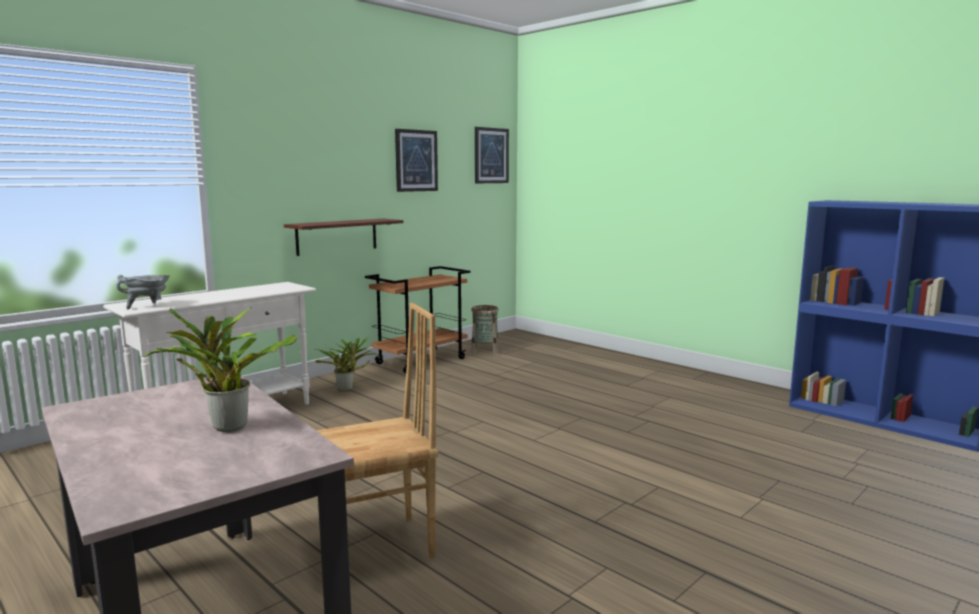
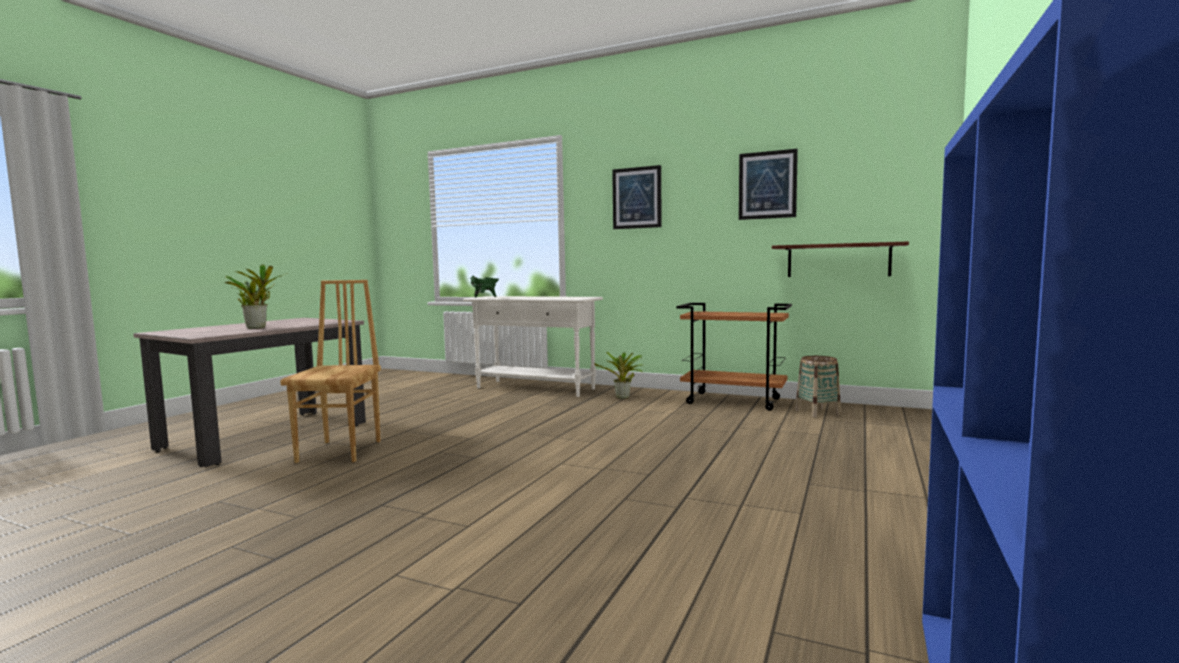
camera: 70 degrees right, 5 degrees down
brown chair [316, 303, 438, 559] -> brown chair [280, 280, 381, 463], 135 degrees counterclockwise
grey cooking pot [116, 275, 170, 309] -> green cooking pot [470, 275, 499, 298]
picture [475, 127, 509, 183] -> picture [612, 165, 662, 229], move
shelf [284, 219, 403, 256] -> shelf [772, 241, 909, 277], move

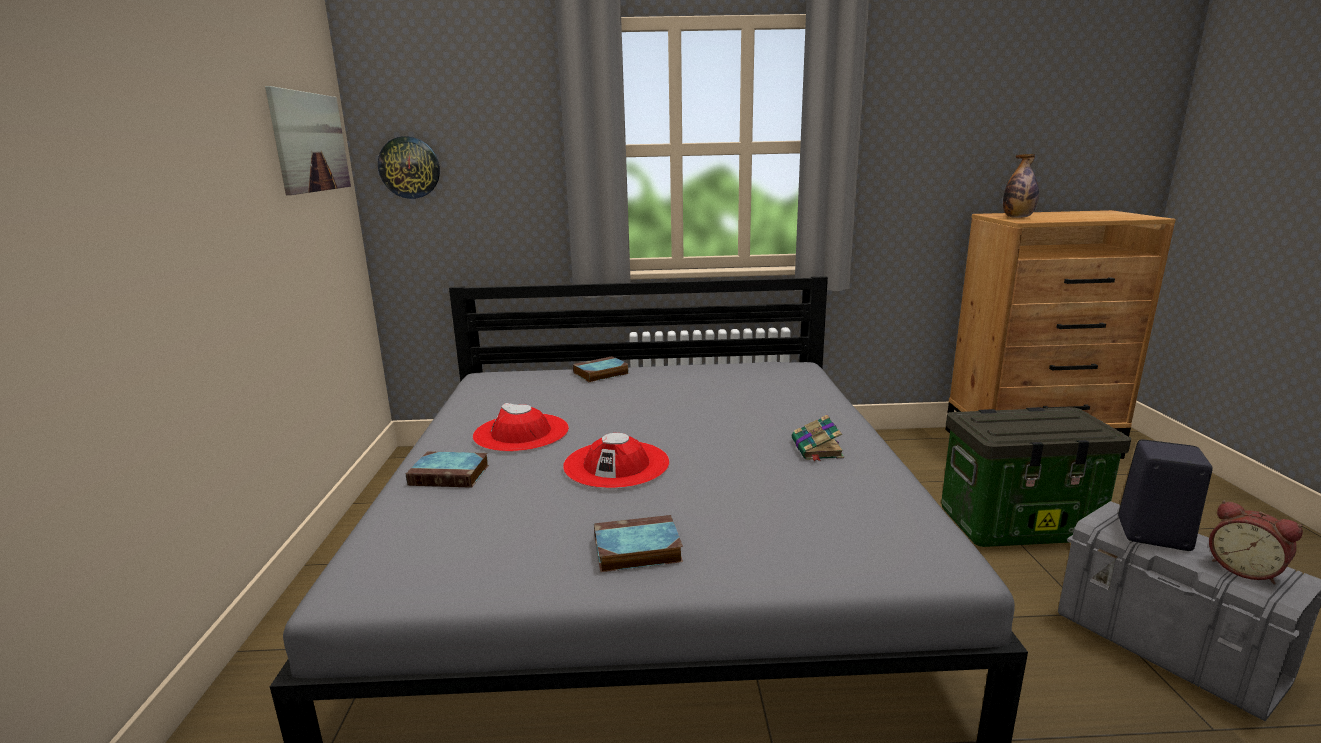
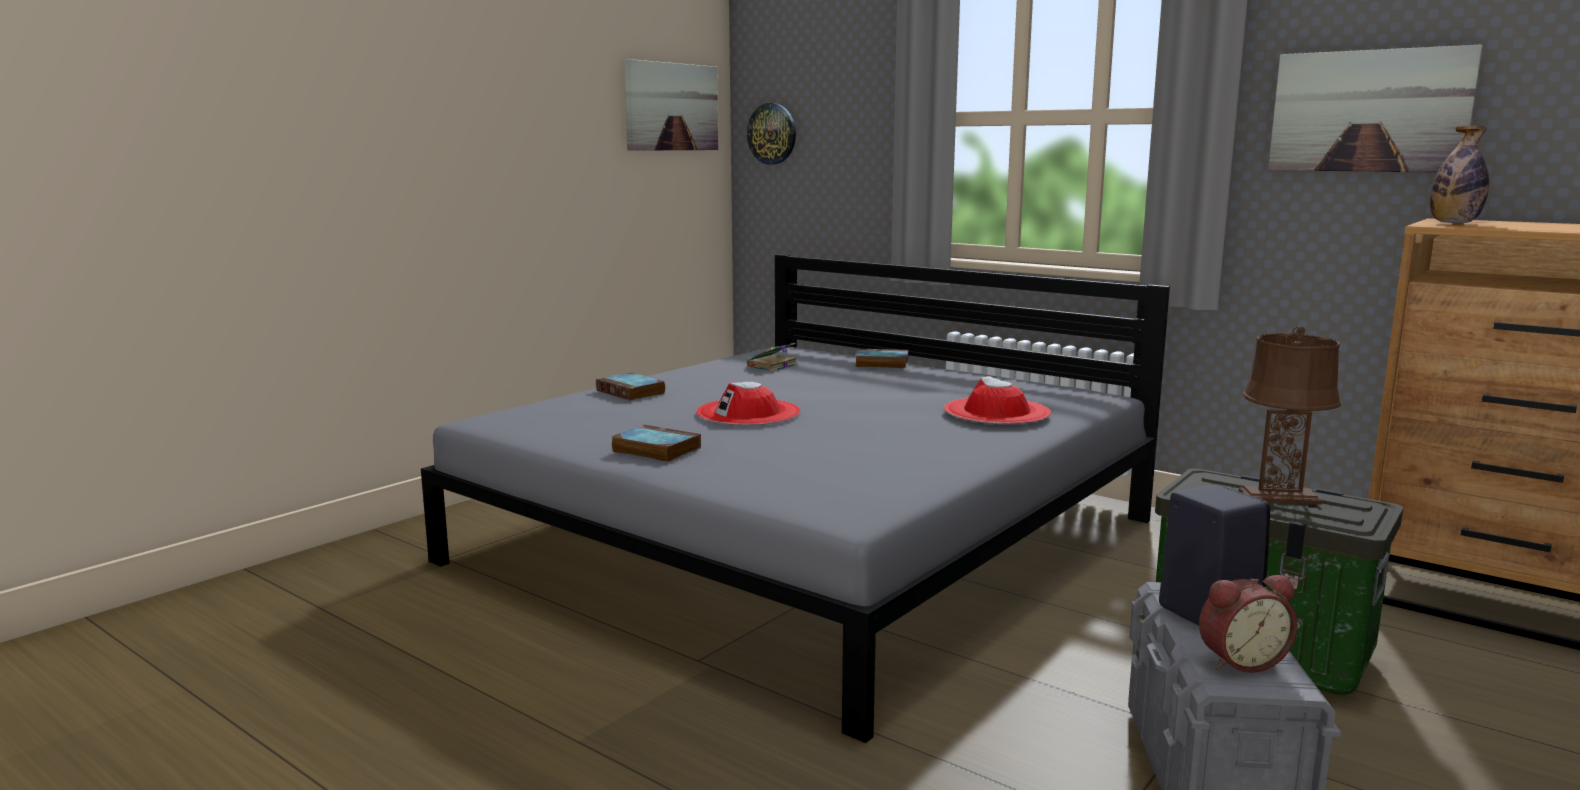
camera: 40 degrees right, 5 degrees down
book [792, 415, 844, 461] -> book [747, 343, 798, 372], move
red hat [473, 403, 569, 452] -> red hat [944, 376, 1051, 424], move
alarm clock [1209, 501, 1303, 584] -> alarm clock [1199, 575, 1298, 673], 105 degrees counterclockwise
none -> brown table lamp [1239, 327, 1341, 504]
none -> picture [1268, 44, 1483, 173]

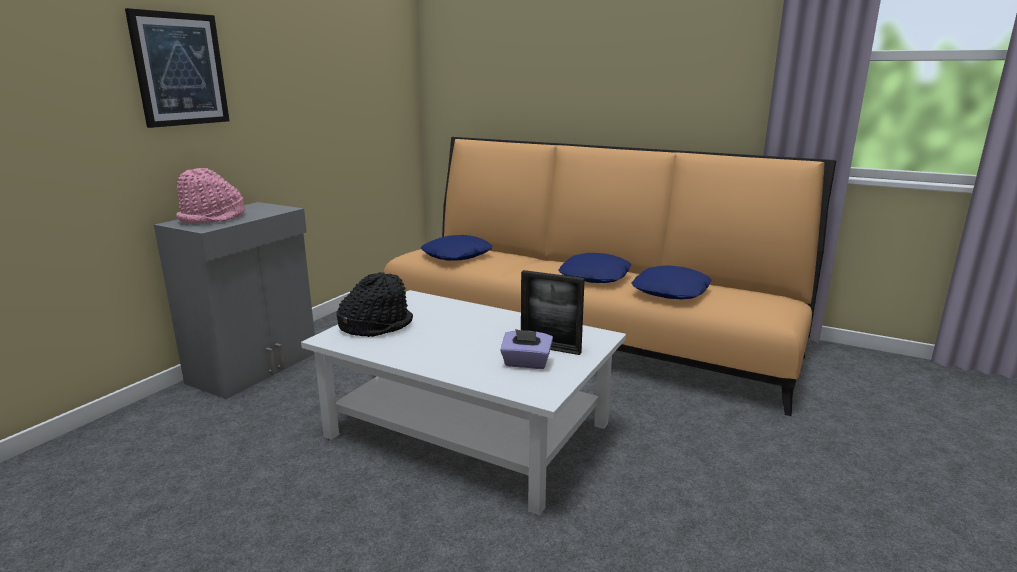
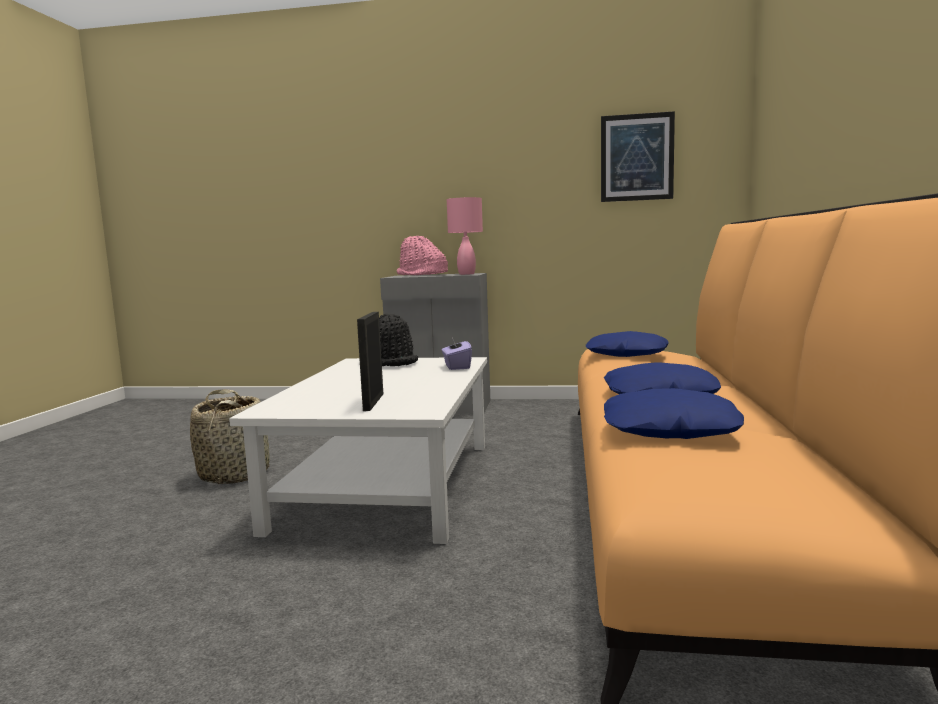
camera: 70 degrees right, 10 degrees down
none -> basket [190, 389, 270, 484]
purple tissue box [500, 329, 553, 369] -> purple tissue box [442, 337, 472, 370], move
none -> pink table lamp [447, 197, 483, 275]
picture [125, 8, 229, 128] -> picture [601, 111, 675, 202], move

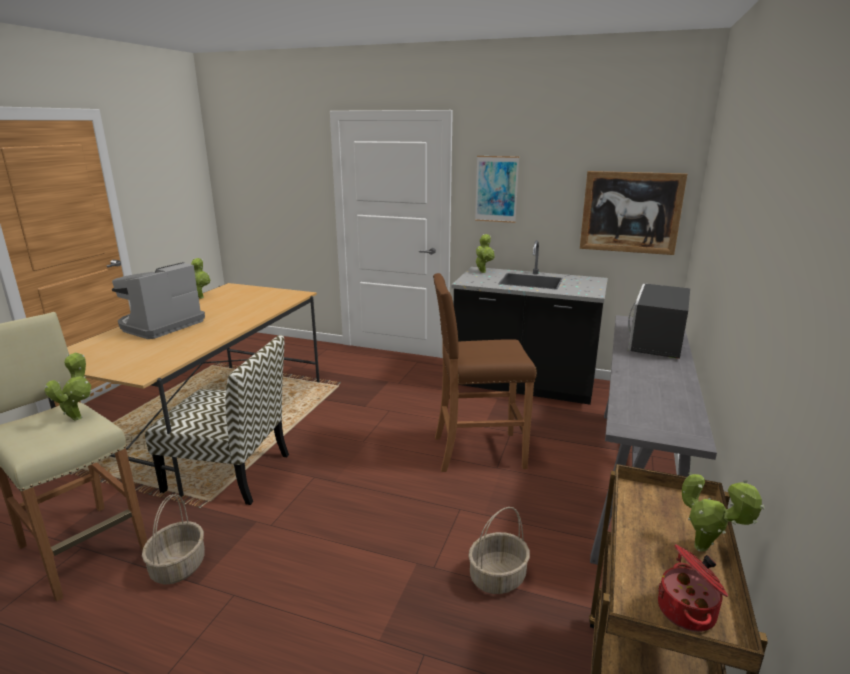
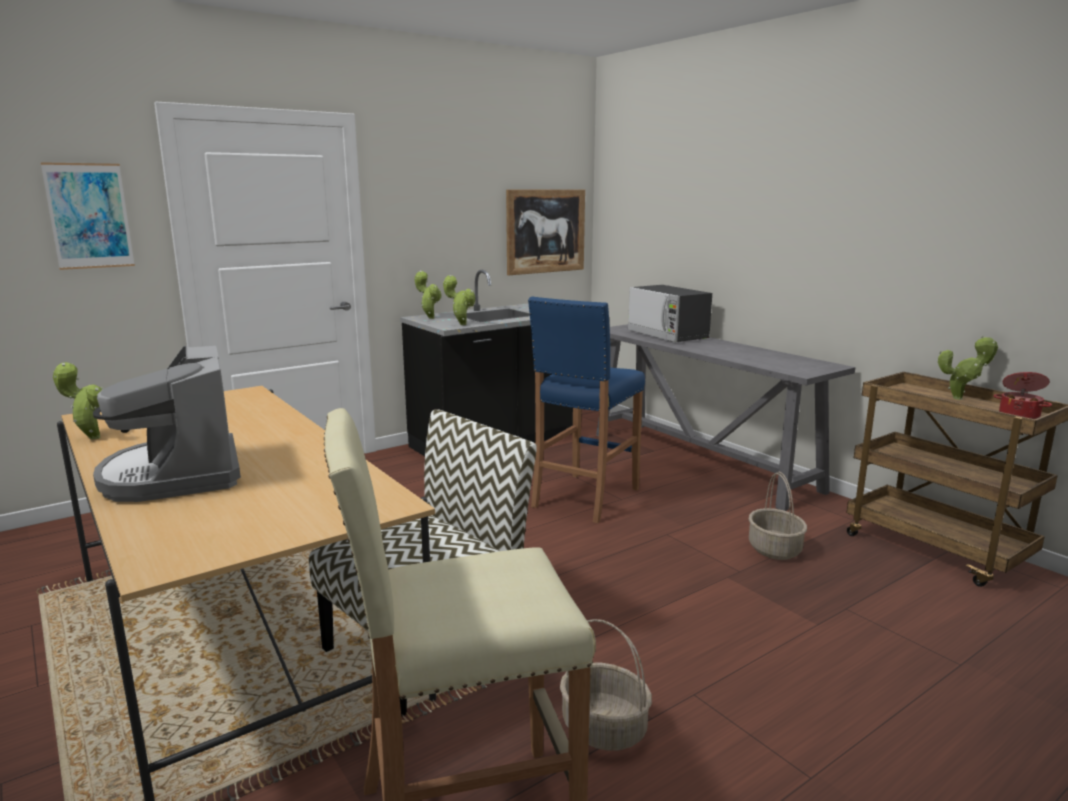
camera: 55 degrees left, 5 degrees down
picture [475, 156, 519, 223] -> picture [41, 162, 135, 270], move
potted plant [45, 352, 92, 420] -> potted plant [443, 275, 475, 325], move
brown stool [433, 273, 537, 472] -> blue stool [528, 297, 645, 523]

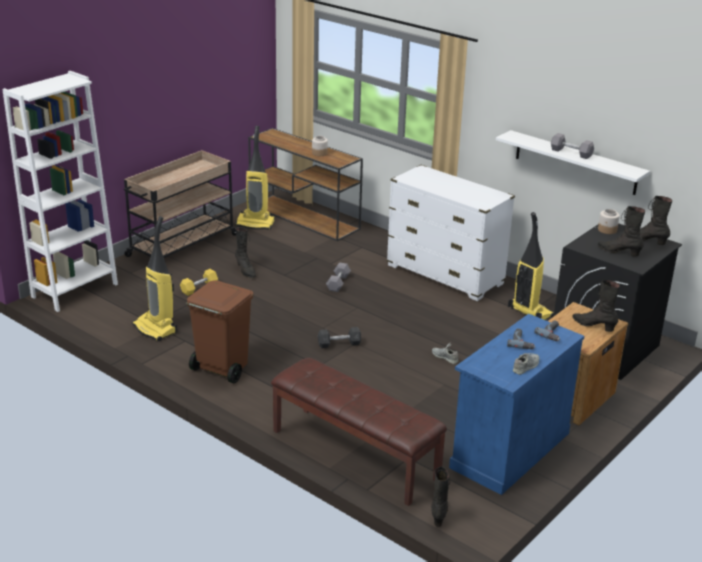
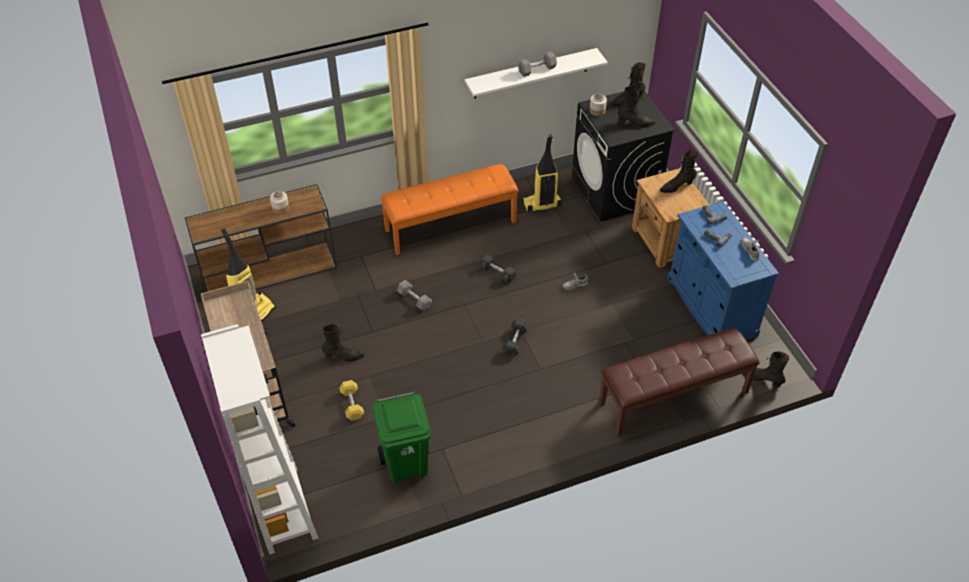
camera: 60 degrees left, 20 degrees up
vacuum cleaner [133, 216, 177, 341] -> green trash can [373, 392, 431, 483]
white dresser [387, 165, 515, 301] -> orange bench [381, 164, 518, 255]
none -> grey dumbbell [480, 254, 516, 283]
black boot [598, 206, 645, 257] -> black boot [618, 85, 656, 128], 150 degrees counterclockwise
brown trash can [186, 280, 254, 383] -> none

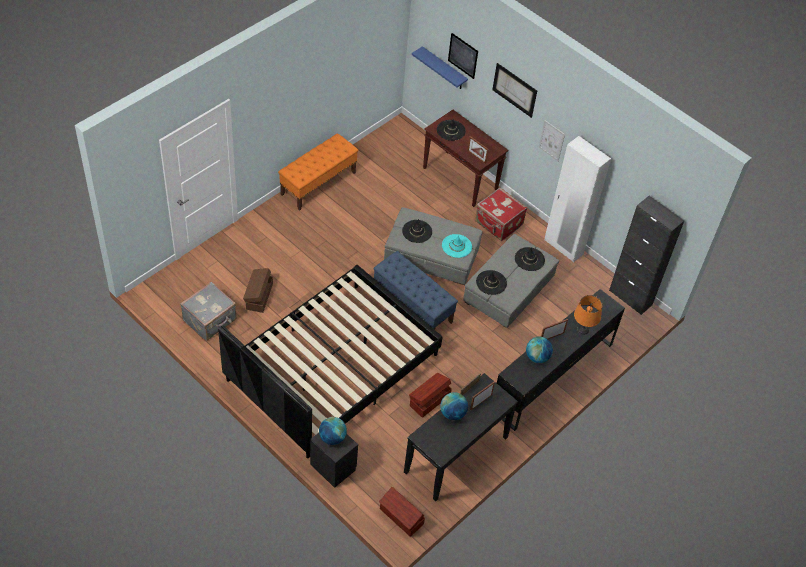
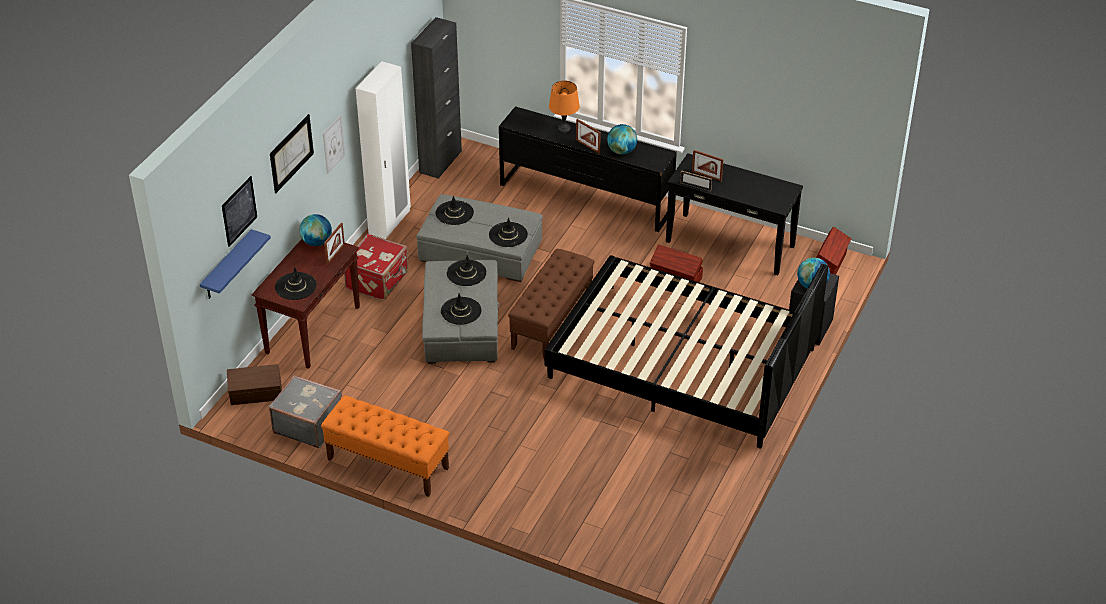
camera: 105 degrees left, 10 degrees down
brown storage box [243, 268, 273, 313] -> brown storage box [227, 364, 282, 405], move
grey suitcase [180, 282, 237, 341] -> grey suitcase [269, 375, 342, 448], move
globe [440, 392, 468, 420] -> globe [299, 214, 332, 246], move
turquoise hat [442, 234, 472, 258] -> black hat [447, 255, 487, 286]
blue bench [373, 251, 458, 330] -> brown bench [508, 249, 595, 360]

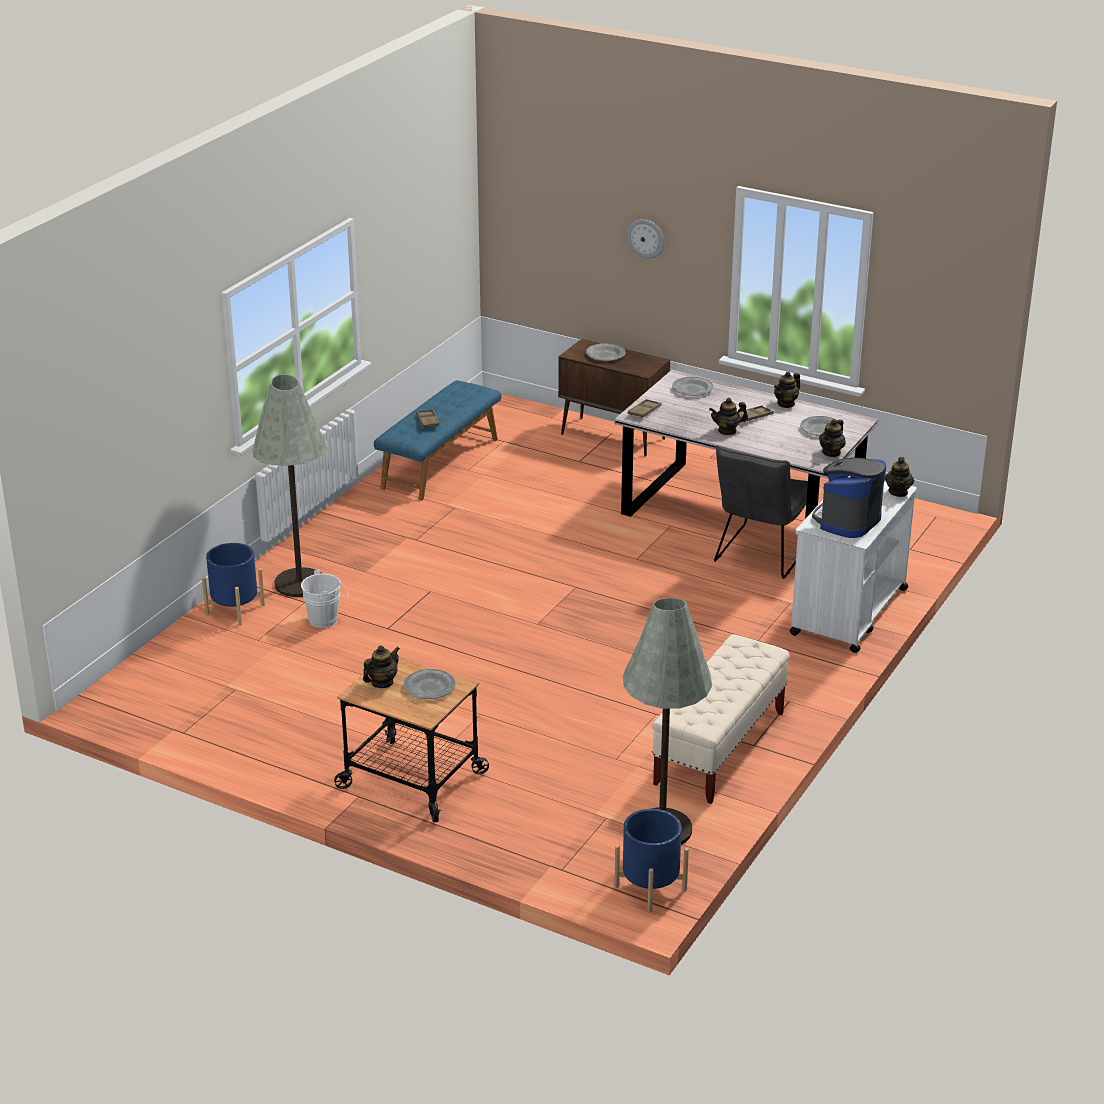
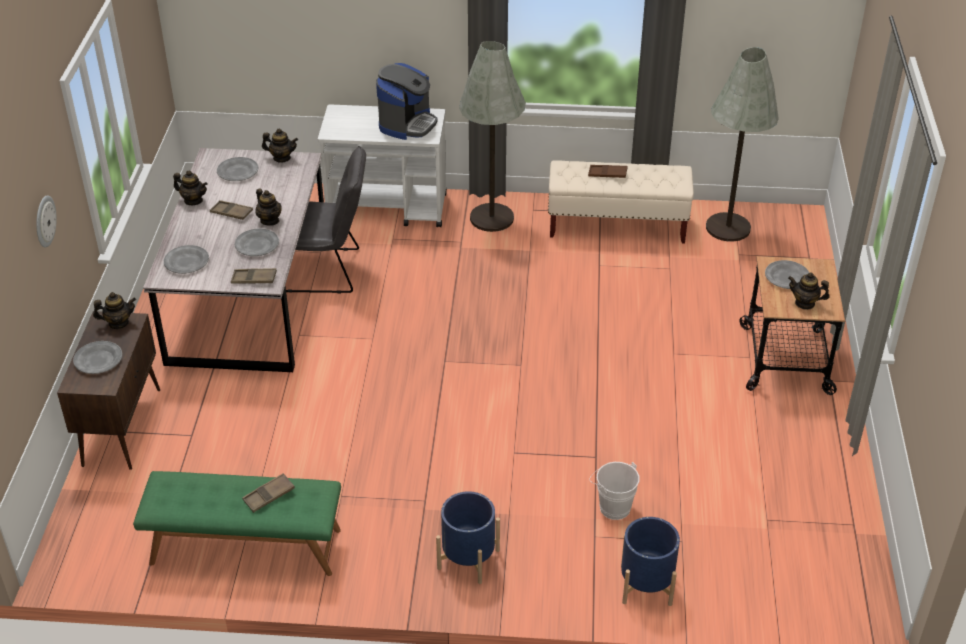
camera: 115 degrees left, 10 degrees up
teapot [885, 457, 914, 497] -> teapot [93, 292, 136, 329], move
blue bench [374, 380, 501, 501] -> green bench [133, 471, 341, 576]
none -> grey plate [235, 229, 279, 256]
coffee machine [812, 457, 886, 538] -> coffee machine [376, 63, 438, 140], 75 degrees counterclockwise
blue planter [614, 809, 689, 912] -> blue planter [436, 491, 500, 584], move
grey floor lamp [252, 374, 327, 597] -> grey floor lamp [459, 41, 526, 232], move
none -> brown tray [588, 165, 628, 178]

